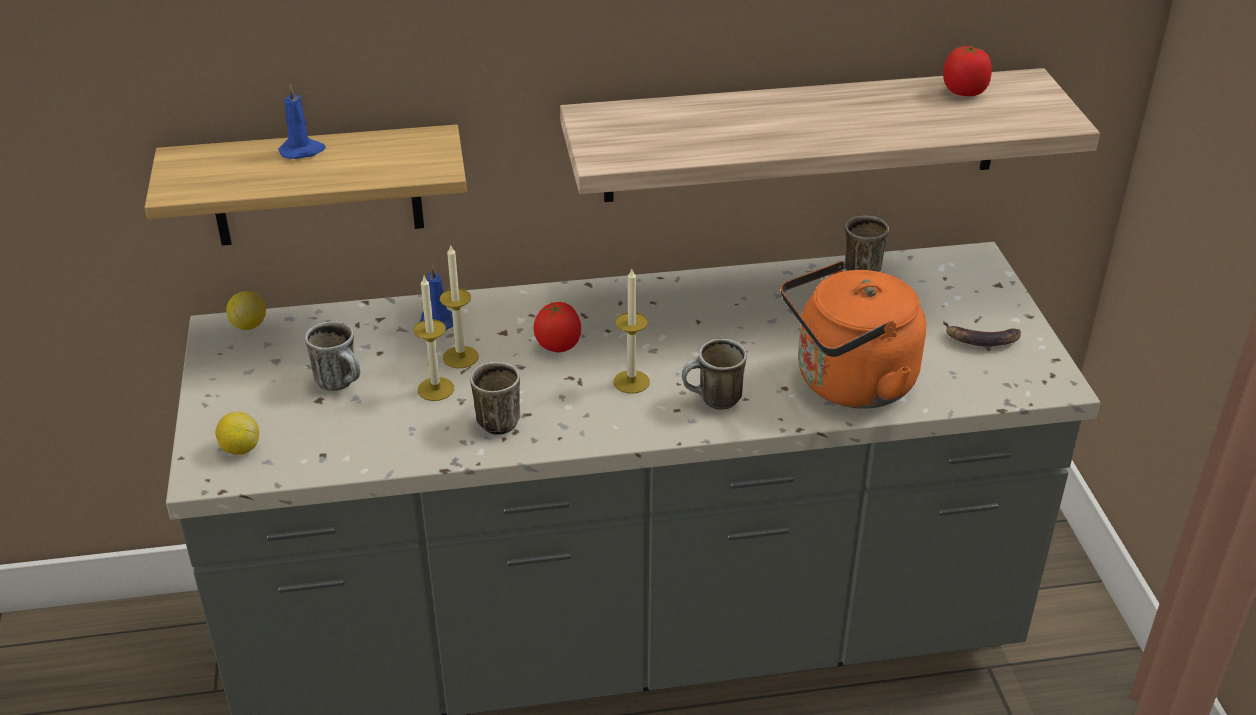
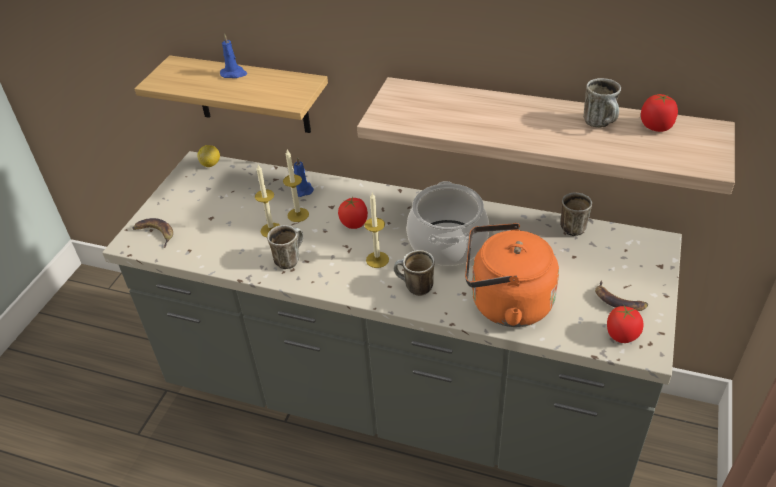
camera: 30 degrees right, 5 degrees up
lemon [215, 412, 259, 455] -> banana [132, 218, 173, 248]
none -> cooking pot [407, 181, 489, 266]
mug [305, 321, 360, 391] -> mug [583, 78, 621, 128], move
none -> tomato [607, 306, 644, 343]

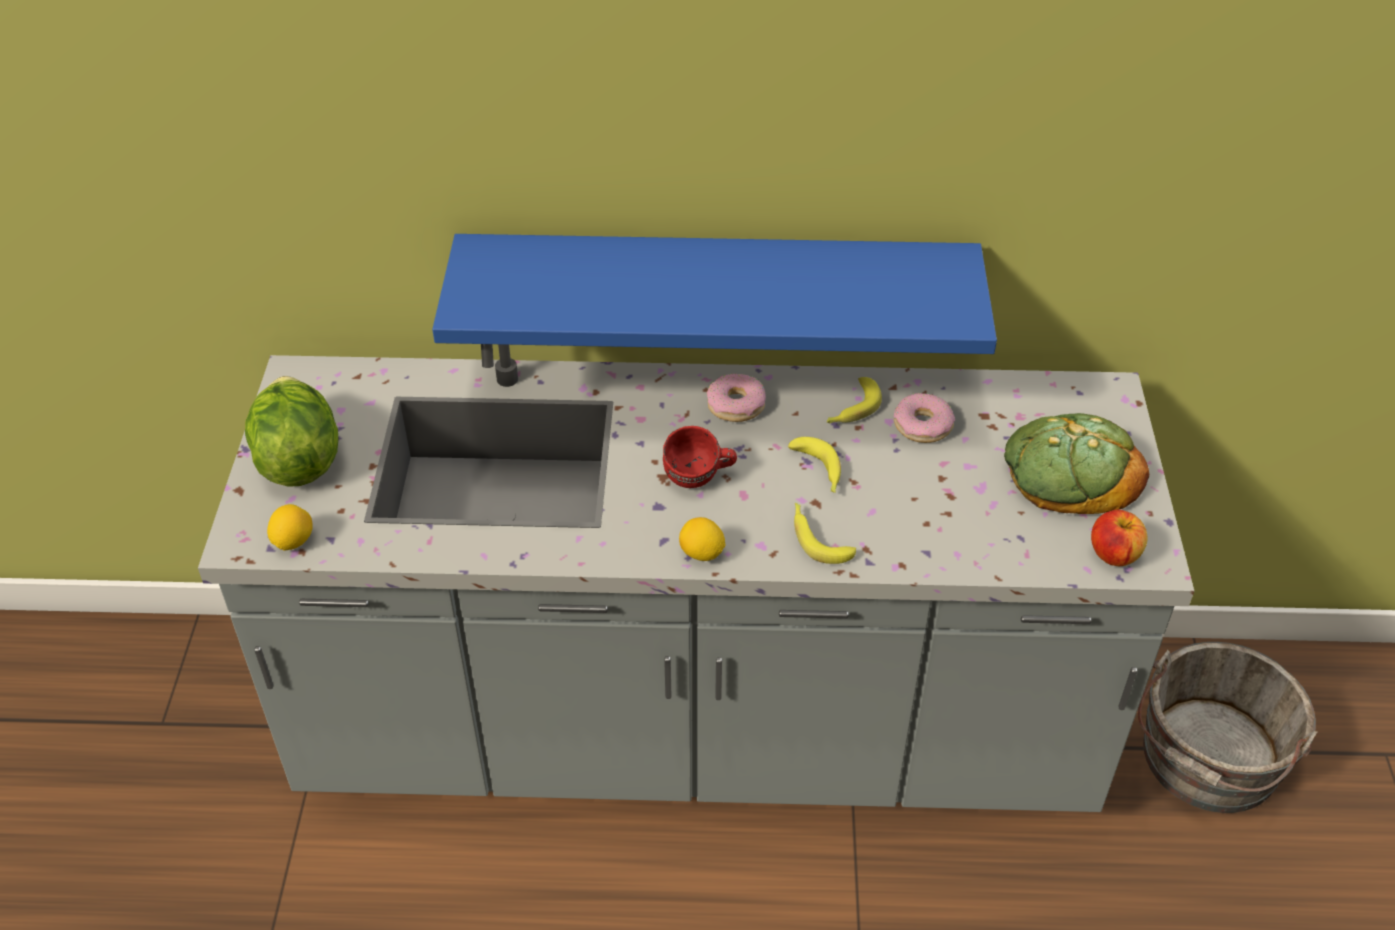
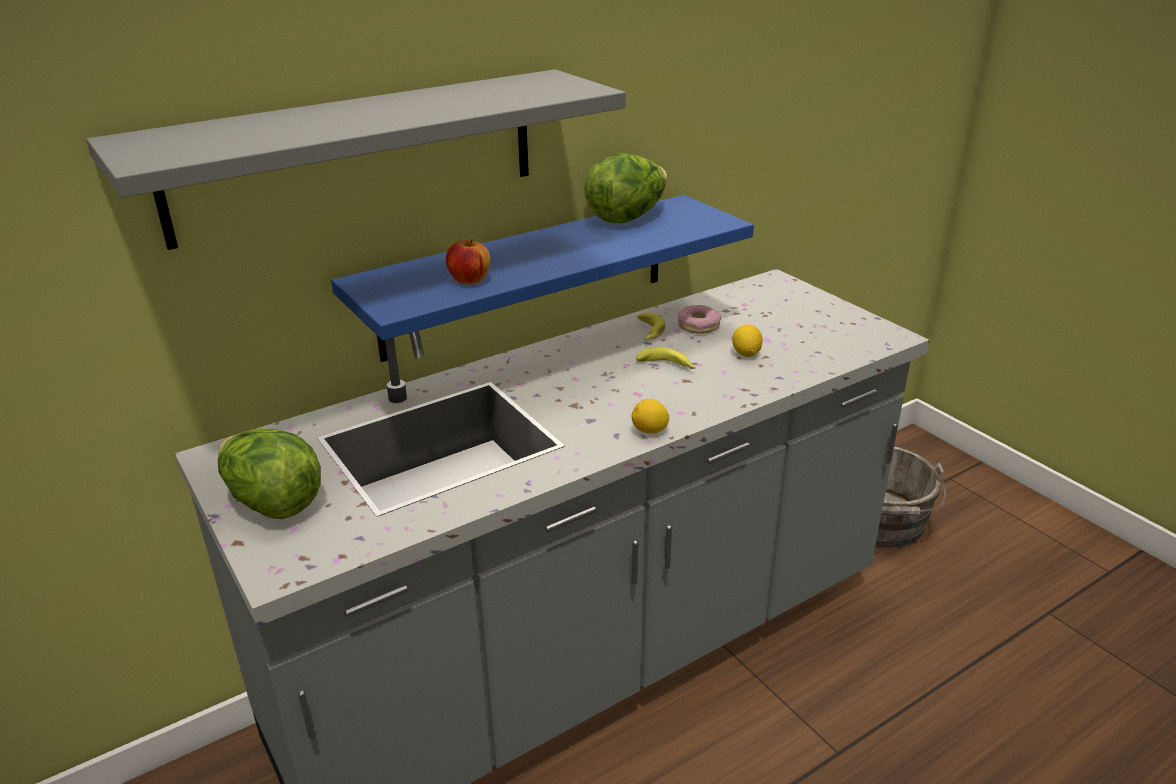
camera: 35 degrees left, 15 degrees down
none -> grey shelf [86, 69, 626, 250]
apple [1091, 510, 1148, 566] -> apple [446, 239, 490, 284], move
none -> lettuce [584, 153, 667, 223]
lemon [267, 504, 313, 551] -> lemon [732, 324, 763, 357], move
red mug [663, 426, 737, 488] -> none
donut [707, 374, 766, 422] -> none
banana [794, 503, 856, 564] -> none
bread [1004, 413, 1149, 514] -> none

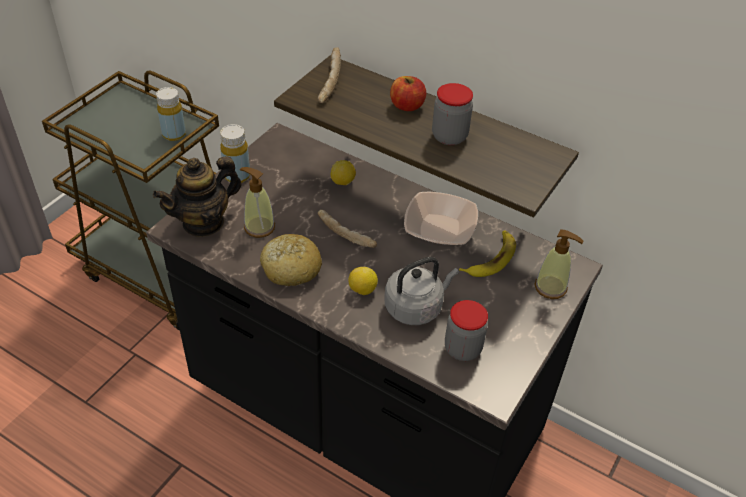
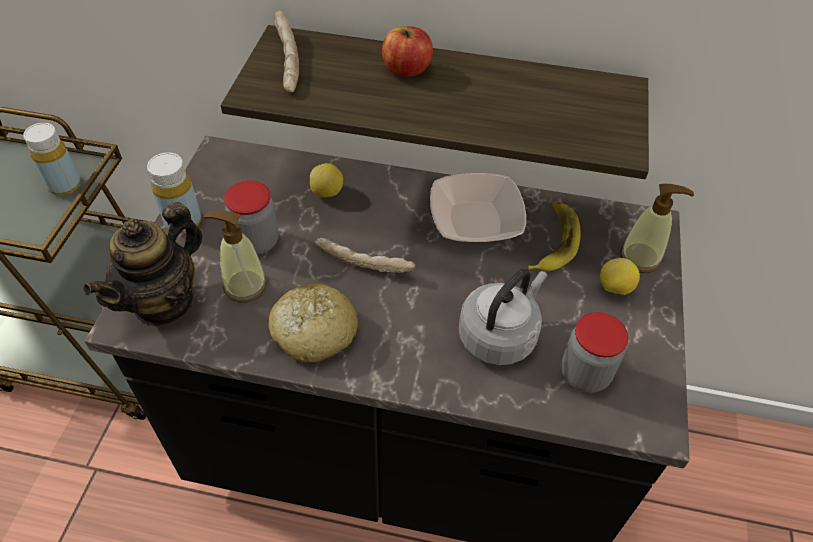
camera: 20 degrees left, 5 degrees up
jar [432, 83, 473, 145] -> jar [224, 181, 279, 255], move
lemon [348, 267, 378, 295] -> lemon [600, 258, 640, 295], move

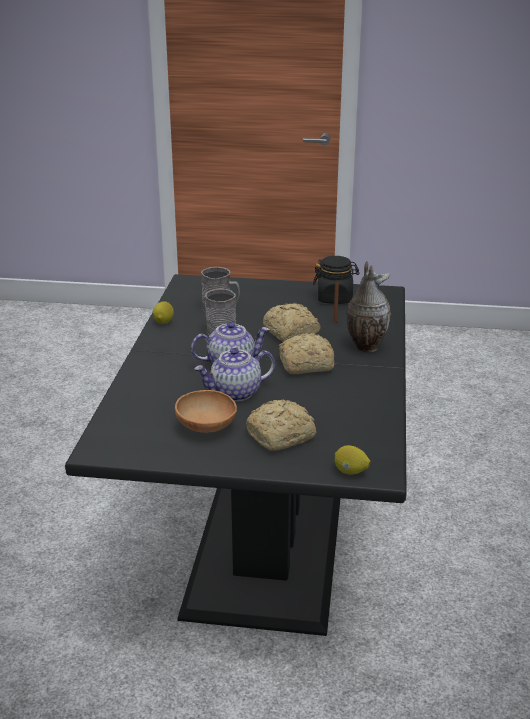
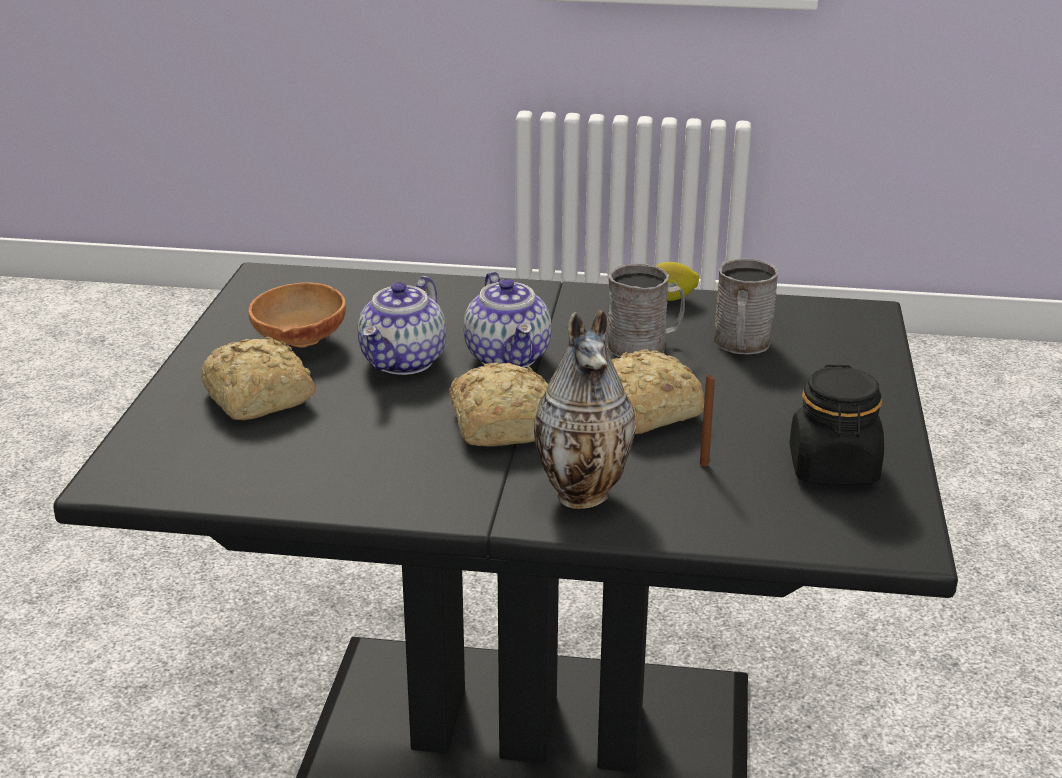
camera: 90 degrees right, 0 degrees up
teapot [194, 348, 275, 402] -> teapot [358, 276, 446, 375], 135 degrees counterclockwise
lemon [335, 445, 370, 475] -> none

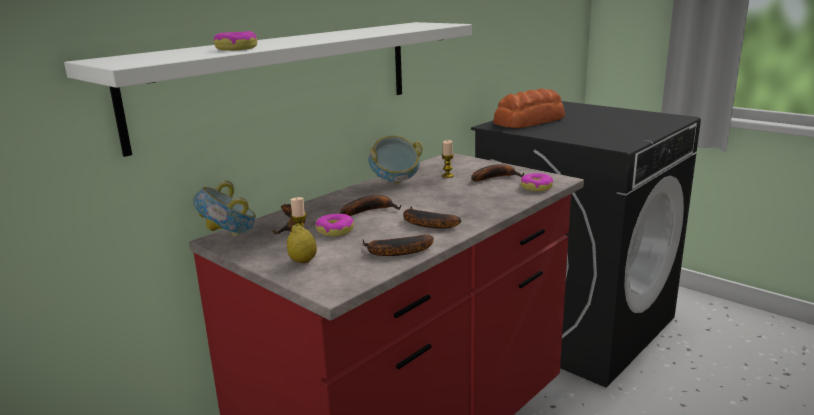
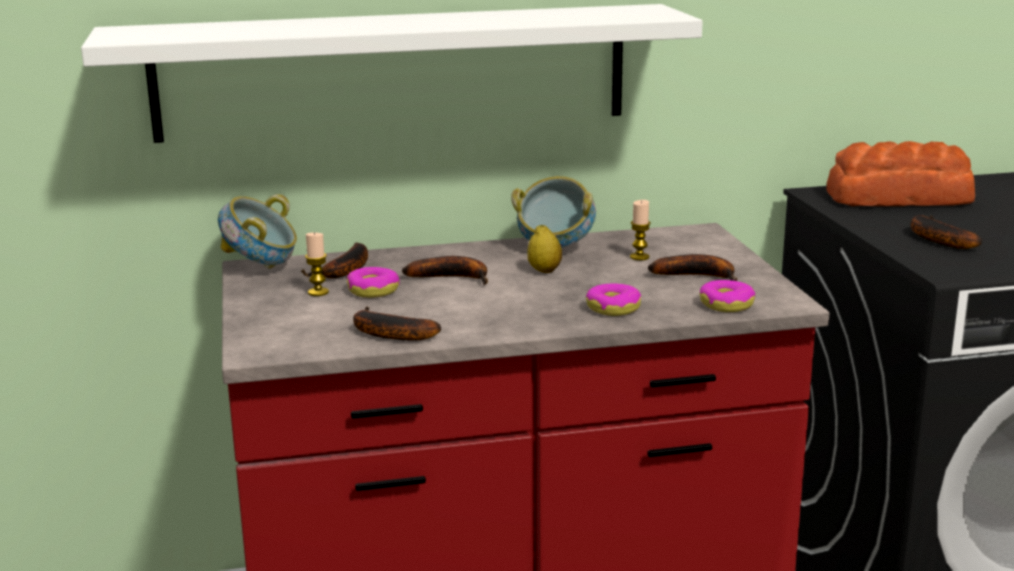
camera: 35 degrees right, 0 degrees up
lemon [287, 224, 317, 263] -> lemon [527, 225, 562, 273], move
donut [214, 31, 257, 50] -> donut [586, 284, 641, 316], move
banana [403, 207, 461, 229] -> banana [911, 215, 982, 249], move

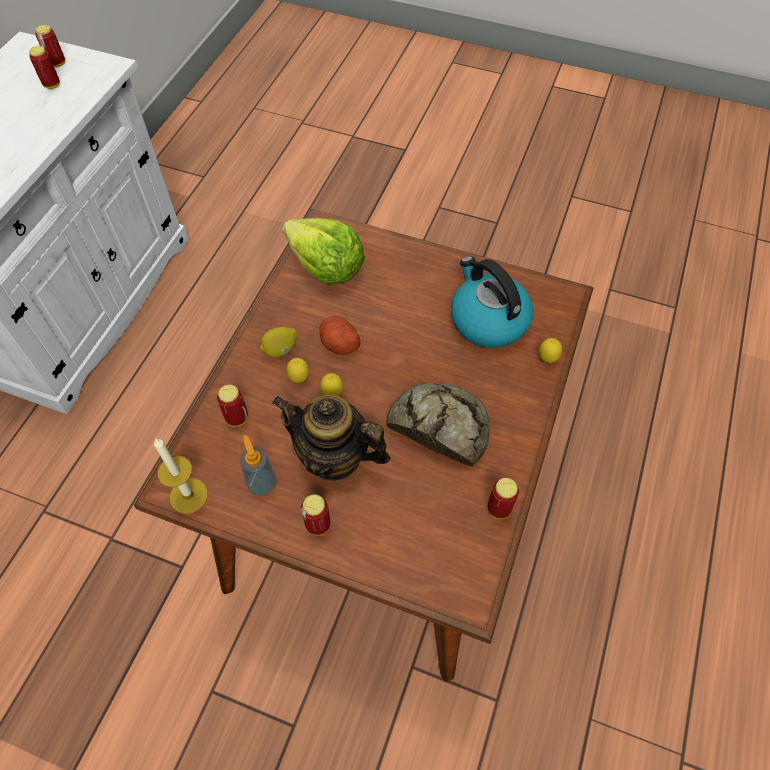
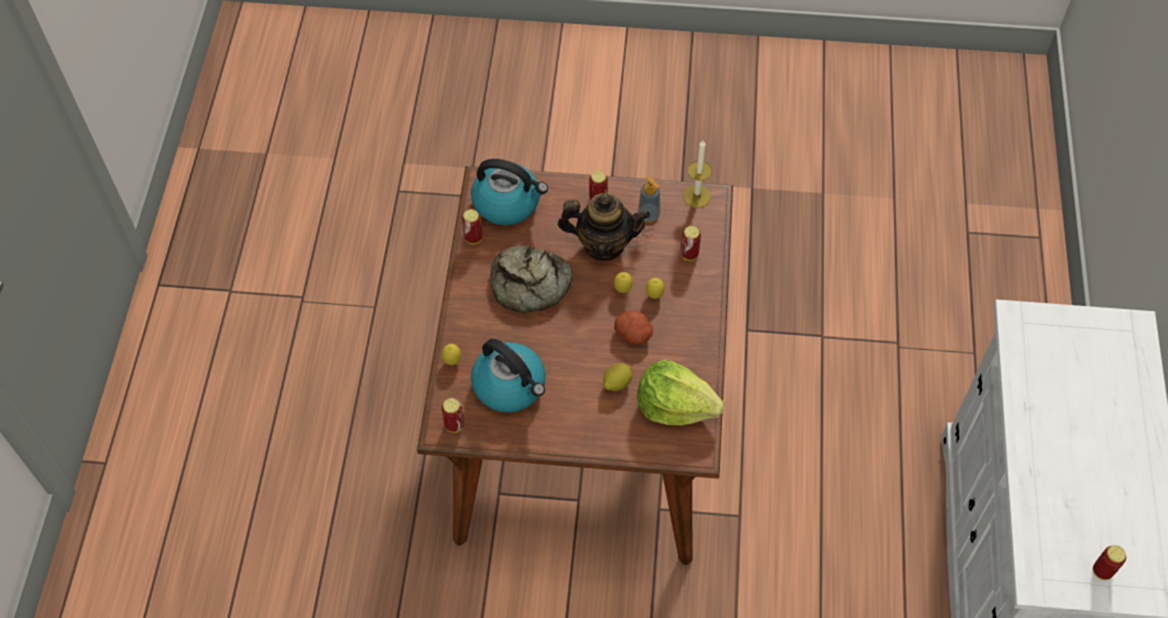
camera: 165 degrees right, 0 degrees up
can [29, 46, 60, 89] -> can [441, 398, 464, 433], move
none -> kettle [471, 159, 548, 225]
lemon [260, 327, 298, 358] -> lemon [603, 363, 632, 391], move

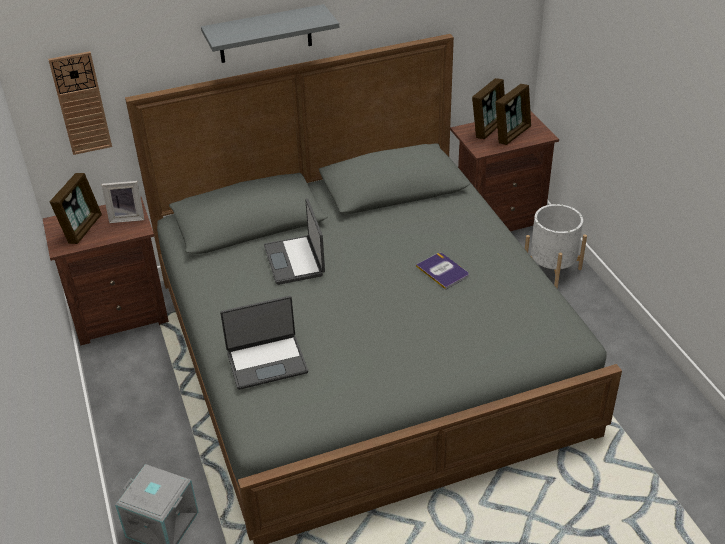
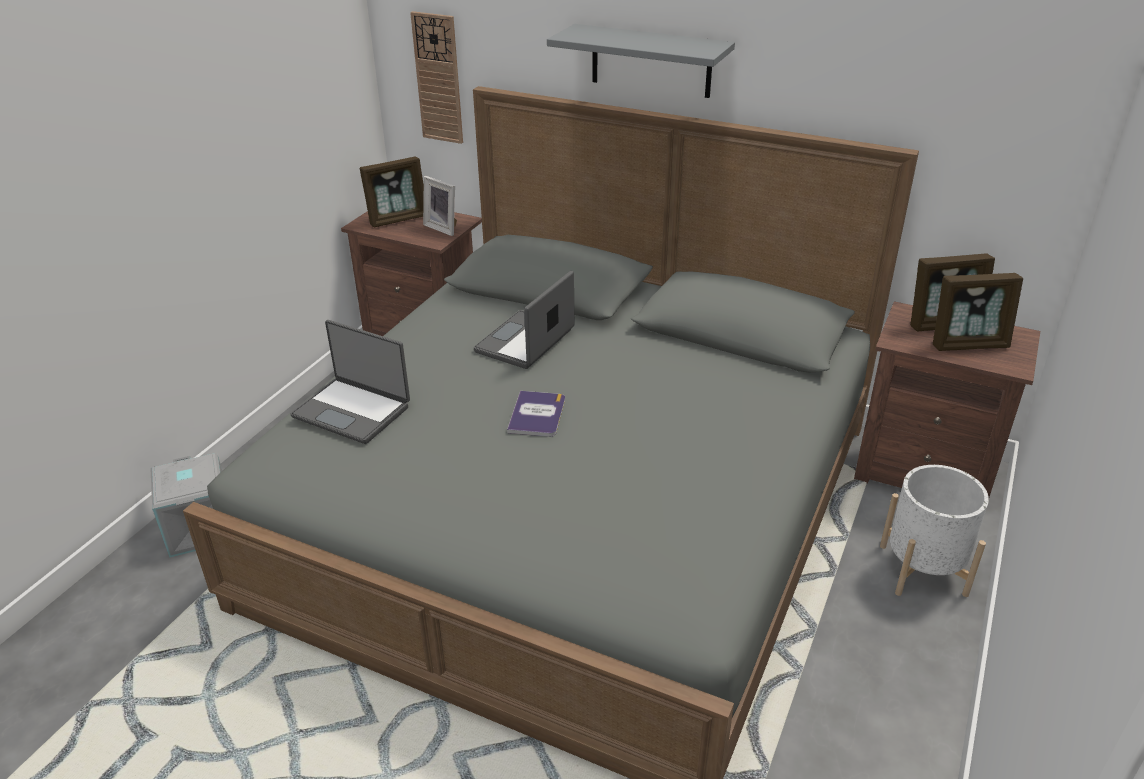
camera: 45 degrees right, 5 degrees down
book [416, 253, 469, 290] -> book [507, 391, 565, 437], move

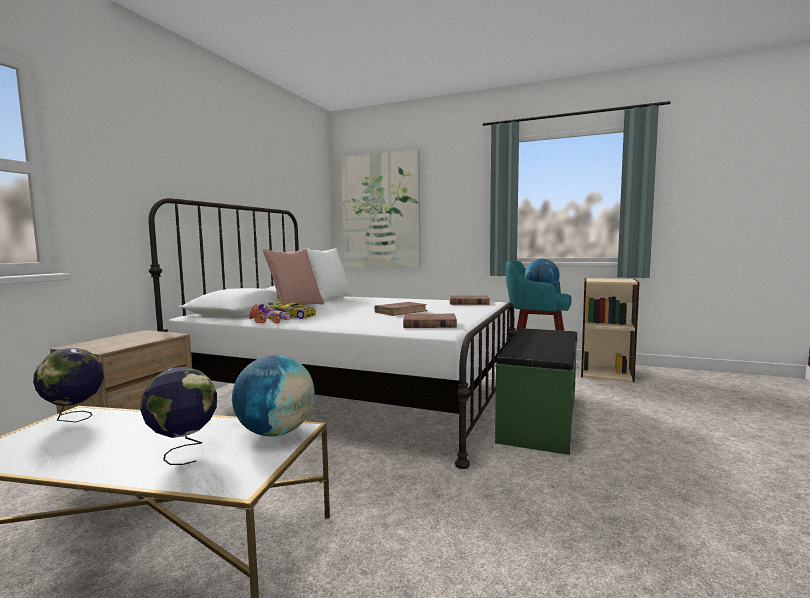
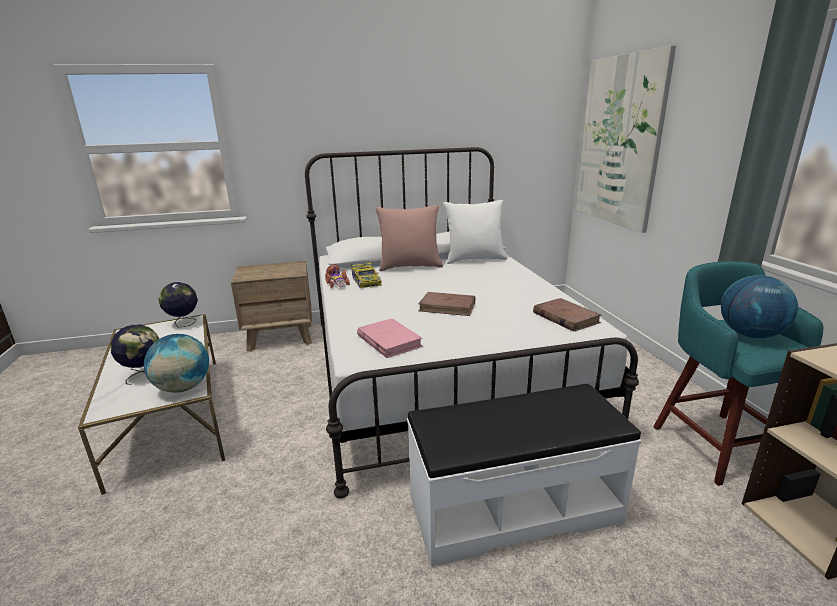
camera: 55 degrees right, 15 degrees up
brown book [403, 314, 457, 328] -> pink book [357, 318, 423, 358]
green bench [495, 328, 578, 455] -> white bench [407, 384, 641, 567]

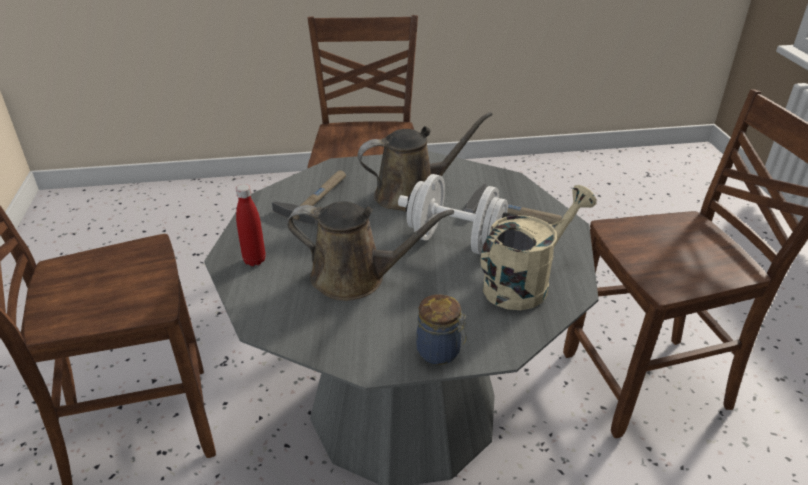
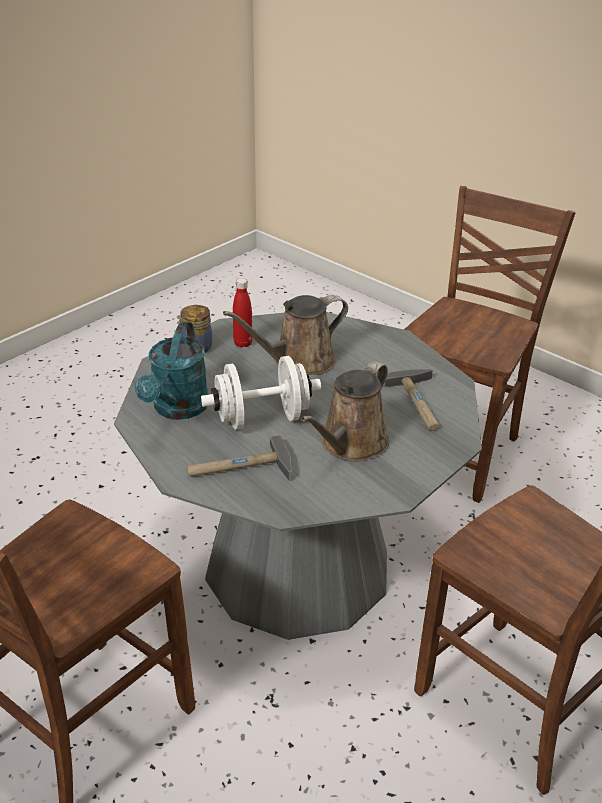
camera: 140 degrees right, 0 degrees up
beige watering can [481, 185, 597, 310] -> turquoise watering can [135, 321, 208, 420]
red bottle [236, 184, 266, 266] -> red bottle [233, 278, 253, 348], move

